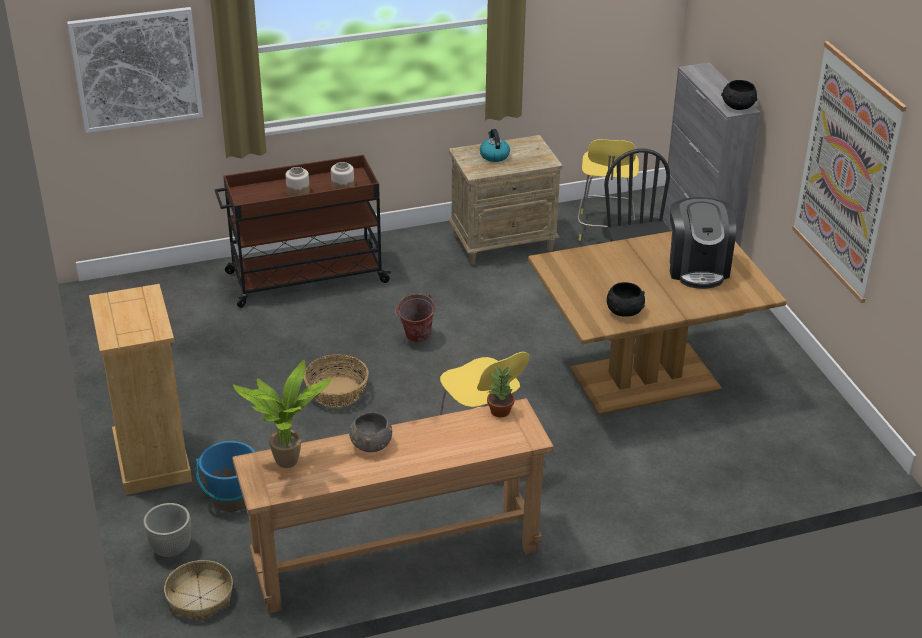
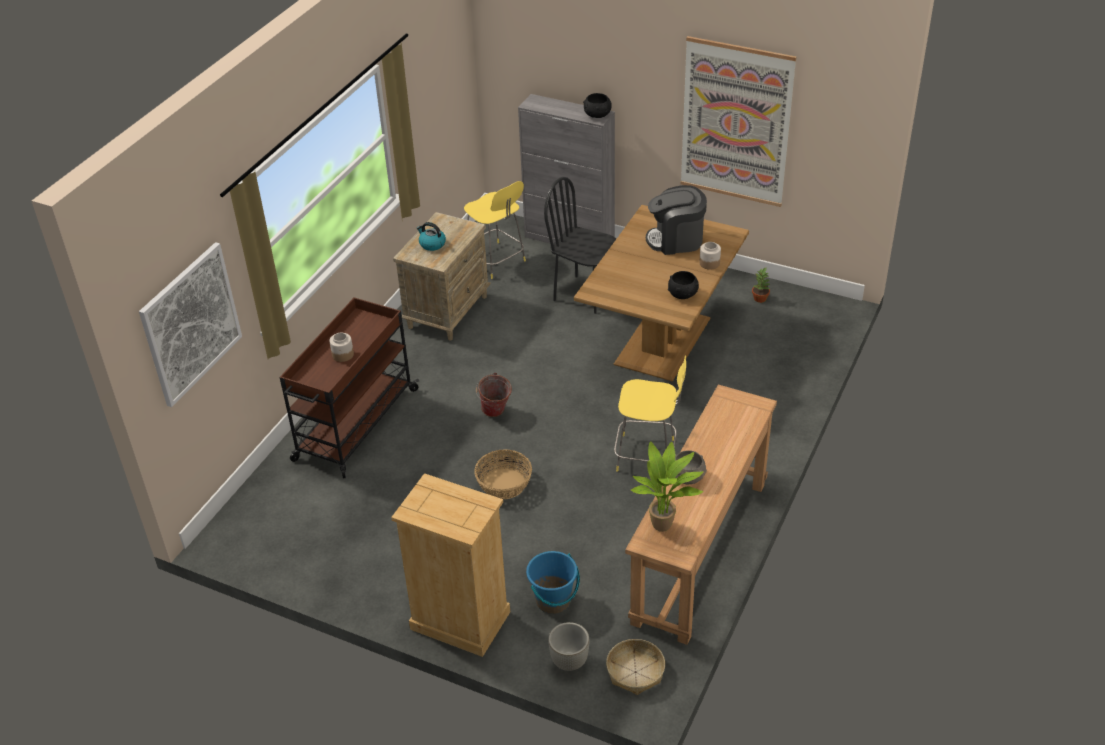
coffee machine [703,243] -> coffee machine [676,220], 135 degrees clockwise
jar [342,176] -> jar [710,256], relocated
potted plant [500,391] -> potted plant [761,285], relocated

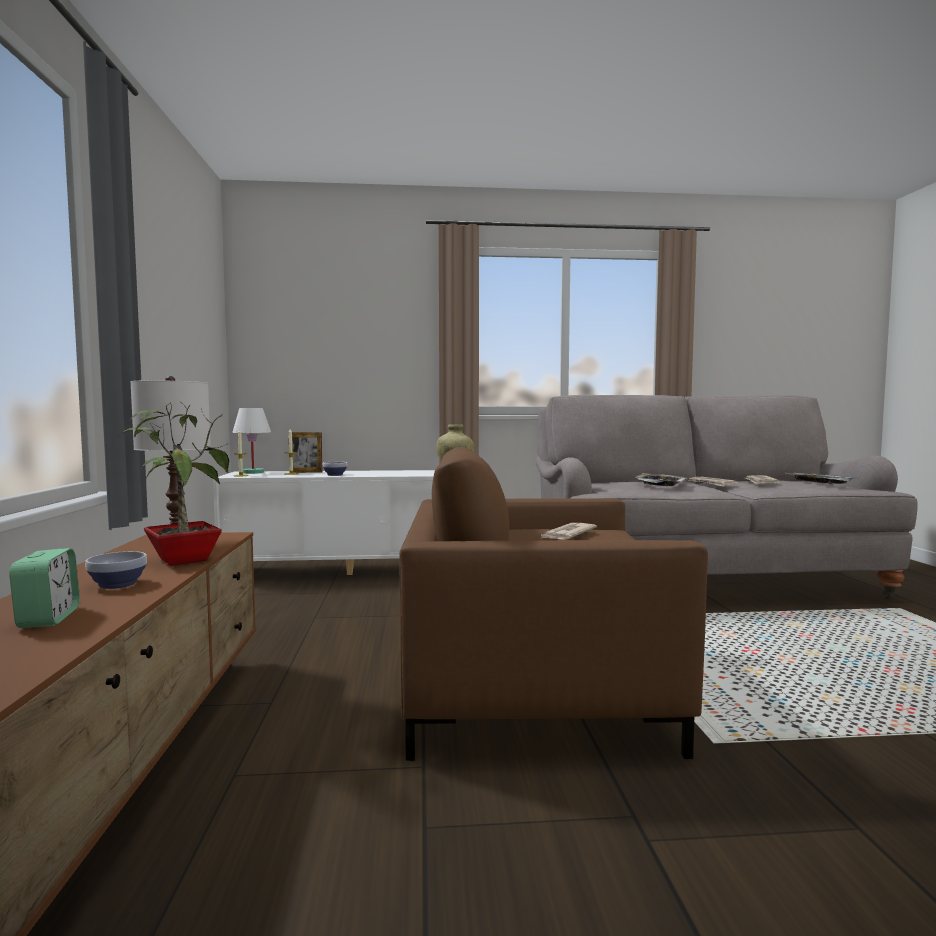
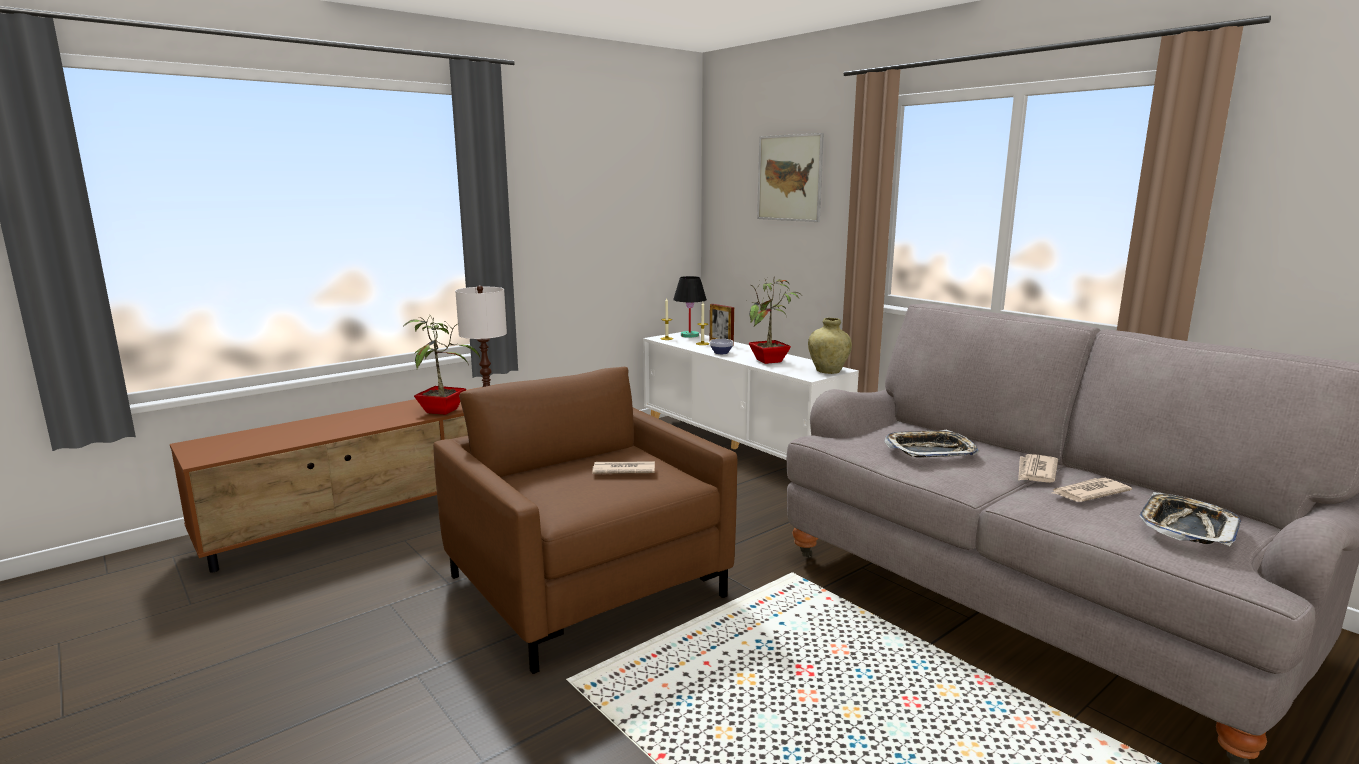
table lamp/white [251,441] -> table lamp/black [690,307]
none -> potted plant [773,320]
none -> picture [790,177]
alarm clock [44,588] -> none
bowl [116,570] -> none

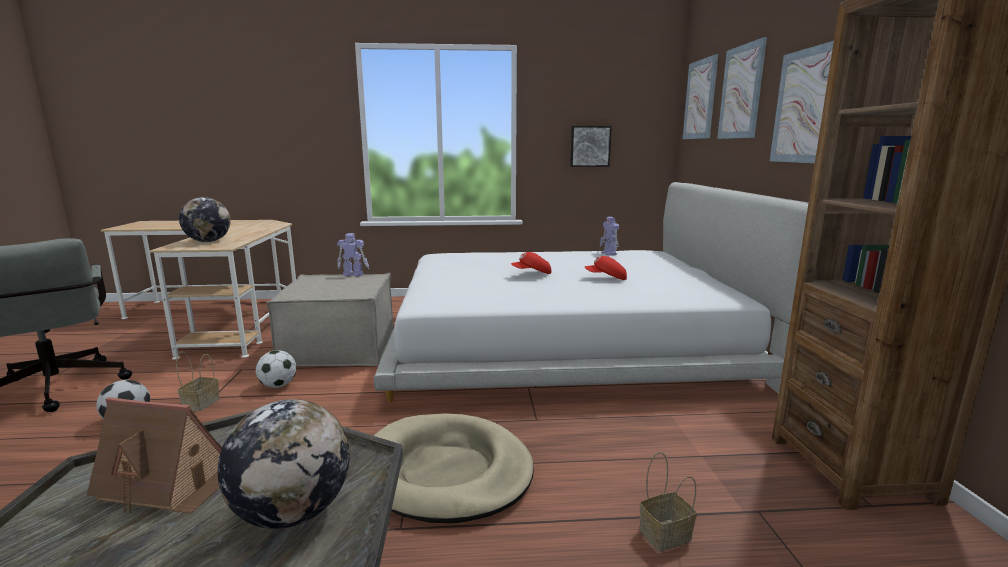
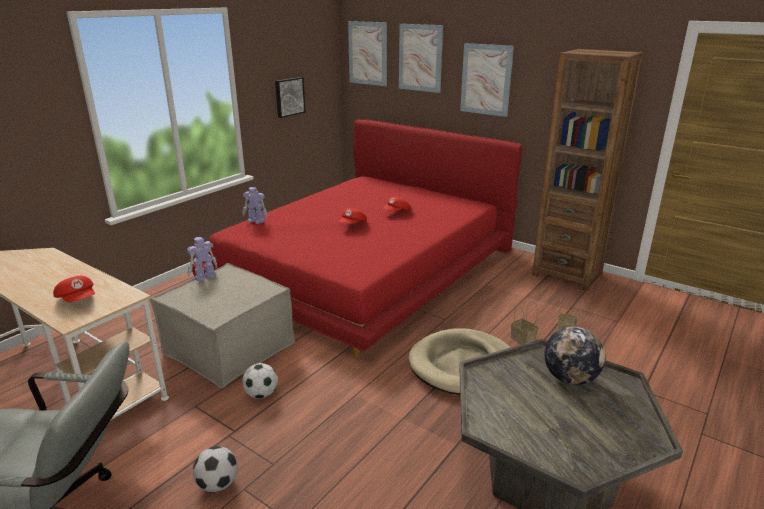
globe [204,219] -> cap/red [74,289]
bed/white [591,292] -> bed/red [357,238]
toy robot [609,236] -> toy robot [254,205], relocated
basket [198,381] -> basket [524,322], relocated
toy house [154,455] -> none

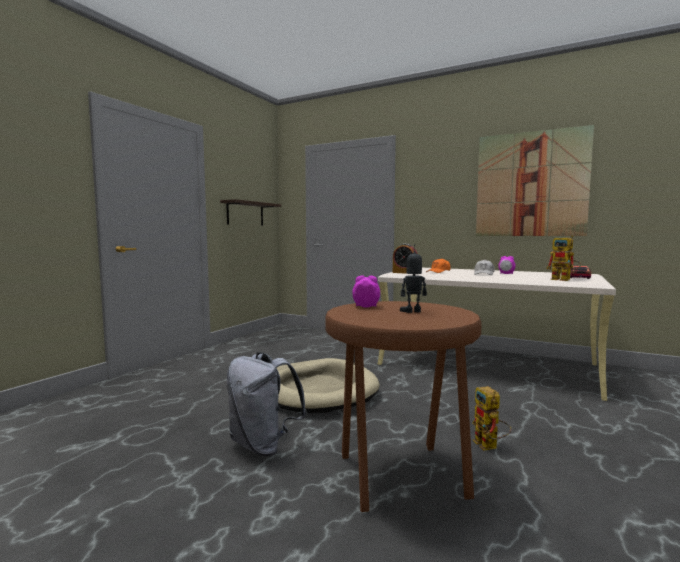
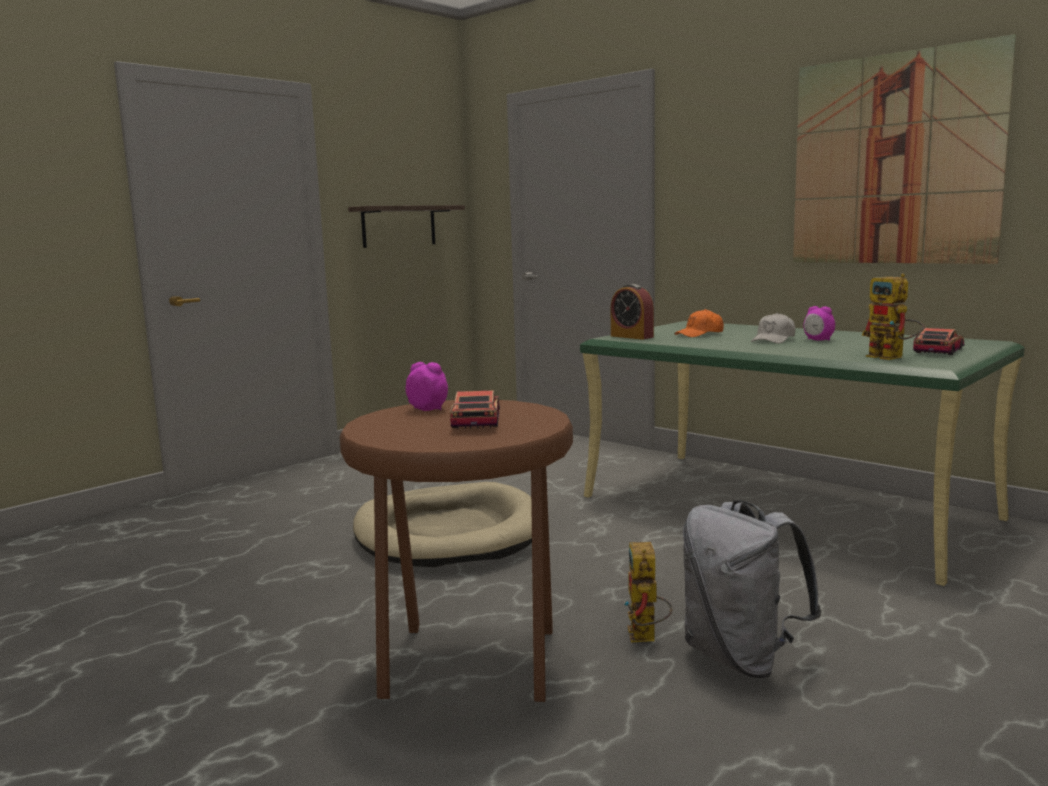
toy robot [413,278] -> toy car [475,409]
desk/beige [497,334] -> desk/green [802,453]
backpack/grey [267,404] -> backpack/grey [752,589], relocated

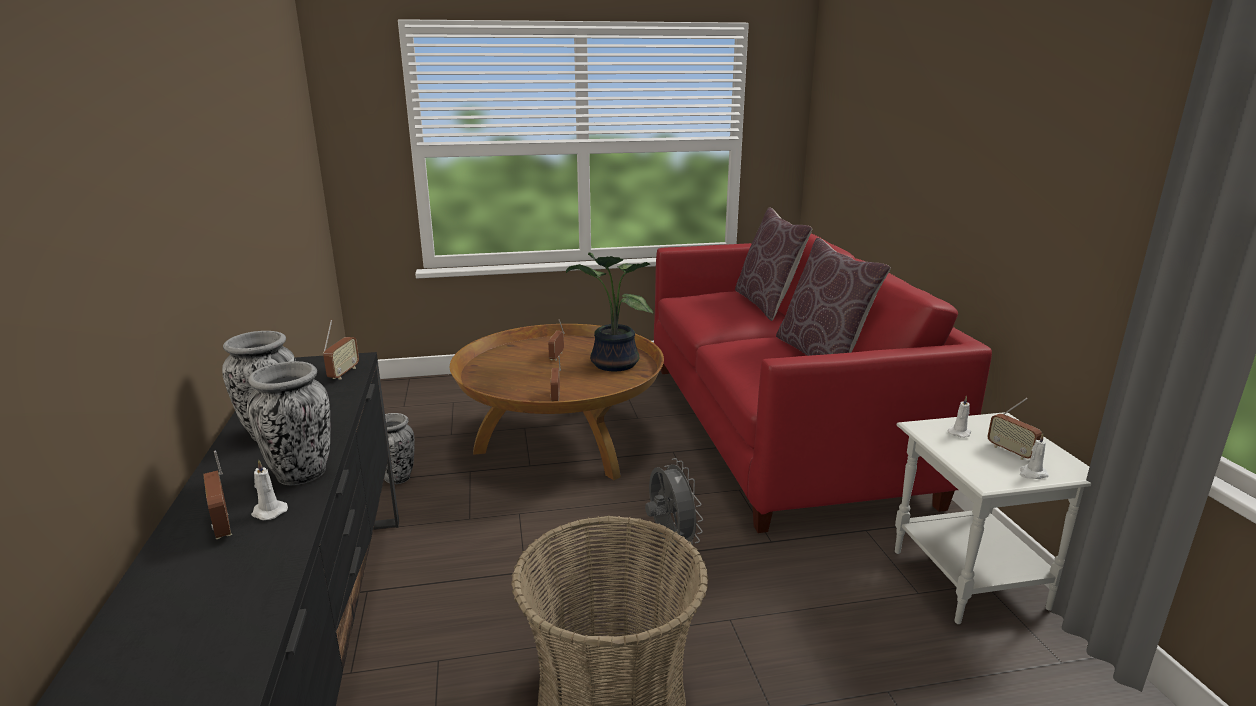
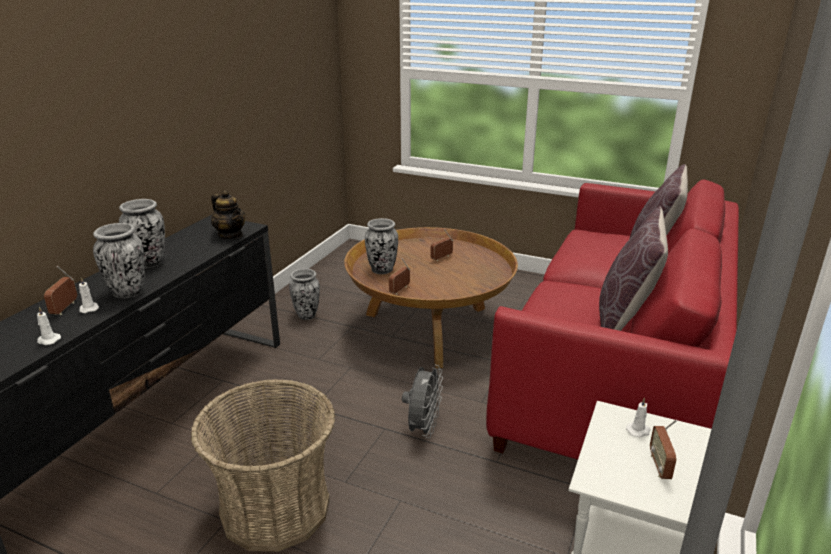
candle/white [1034,456] -> candle/white [49,326], relocated
radio [341,350] -> teapot [228,214]
none -> vase [381,246]
potted plant [609,312] -> none

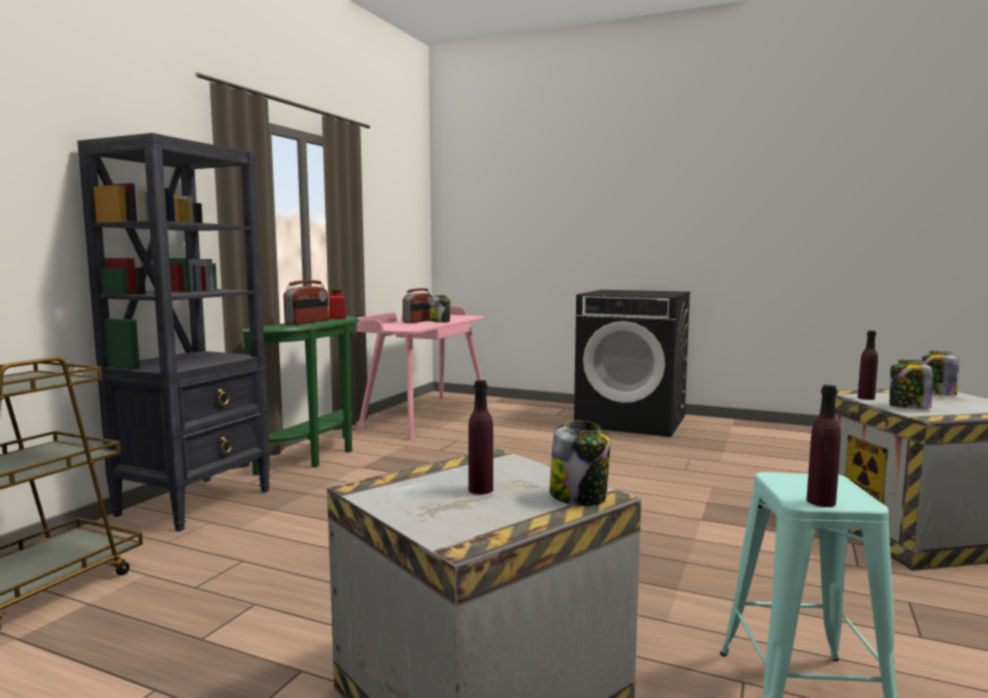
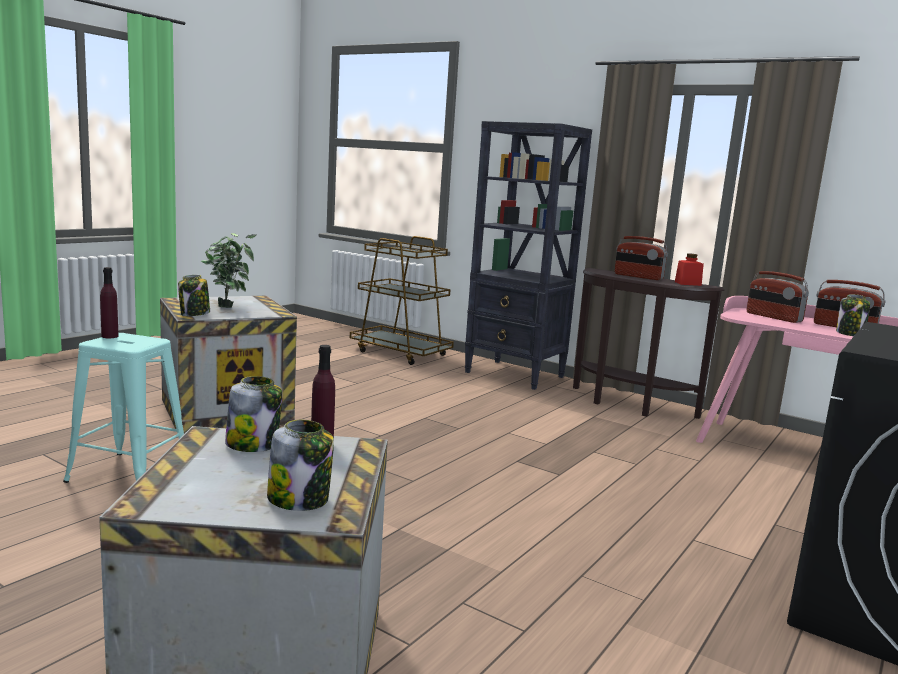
bottle/purple [480,437] -> potted plant [228,270]
console table/green [300,395] -> console table/brown [648,343]
none -> radio [778,297]

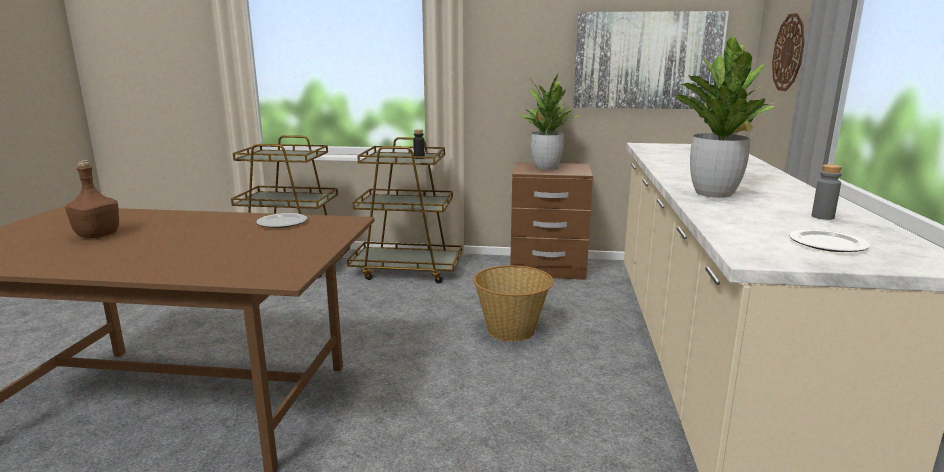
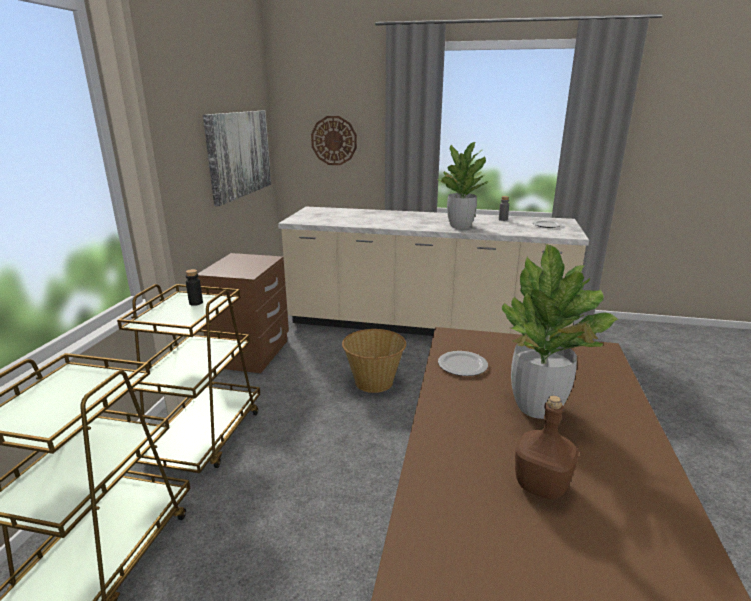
potted plant [549,122] -> potted plant [560,331], relocated

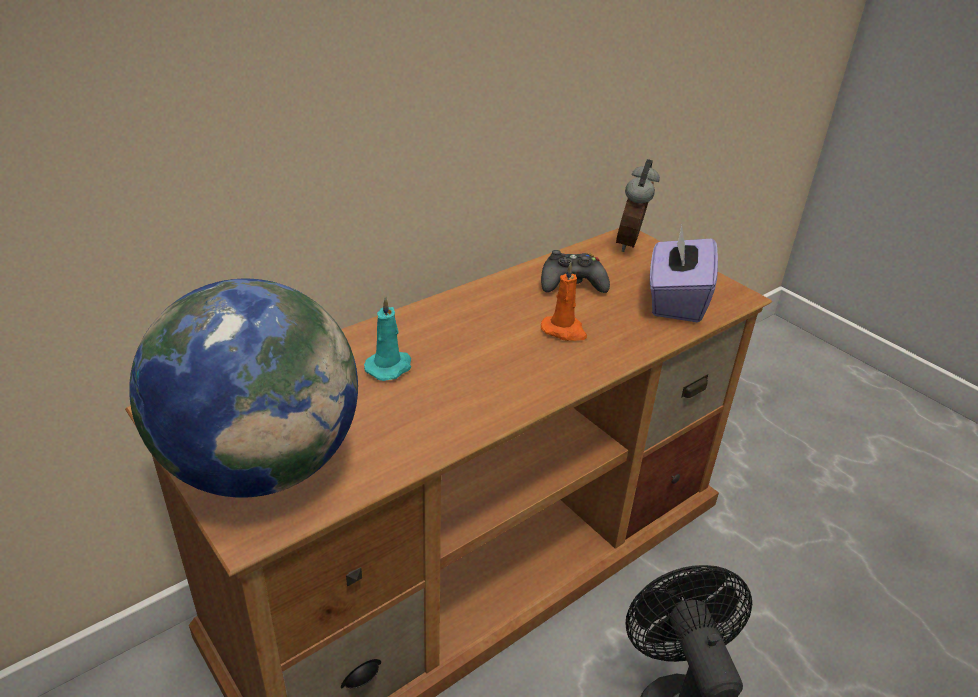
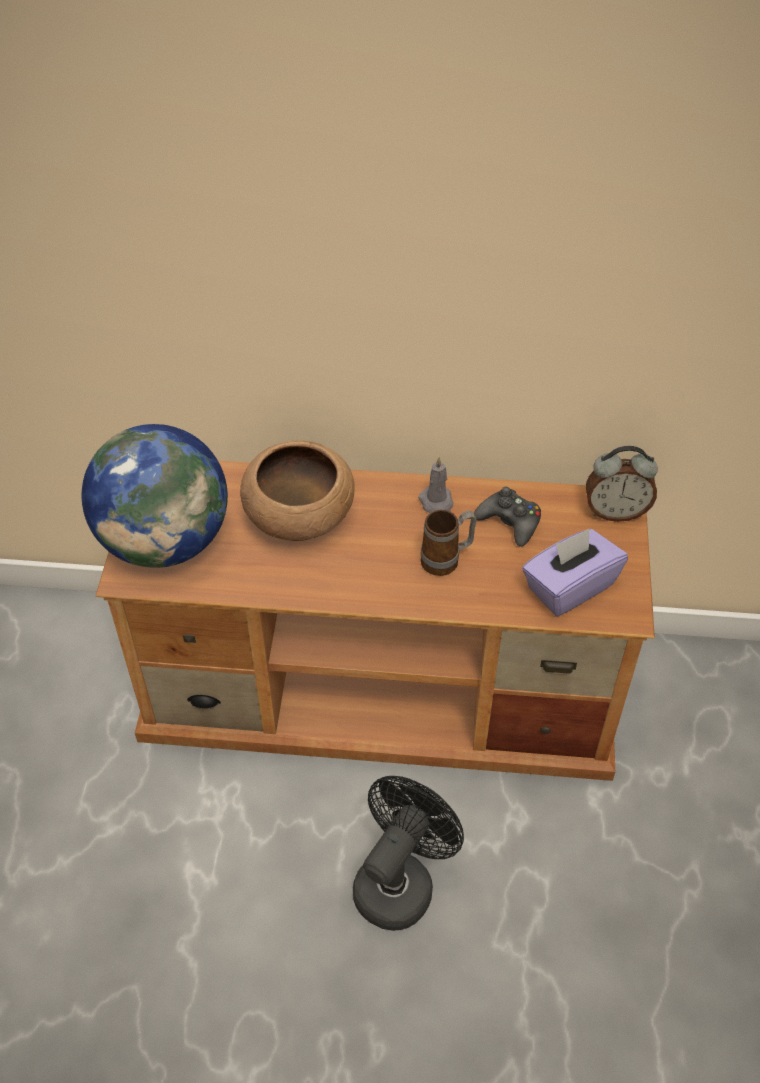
candle/turquoise [387,338] -> bowl/brown [297,490]
none -> candle/grey [435,485]
candle/orange [564,301] -> mug [448,543]
alarm clock [638,205] -> alarm clock [622,484], 150 degrees counterclockwise

